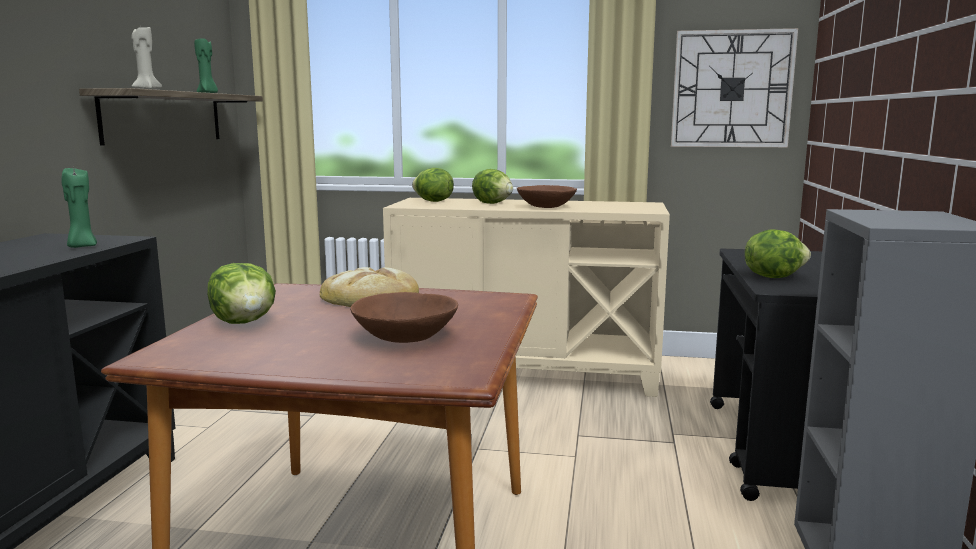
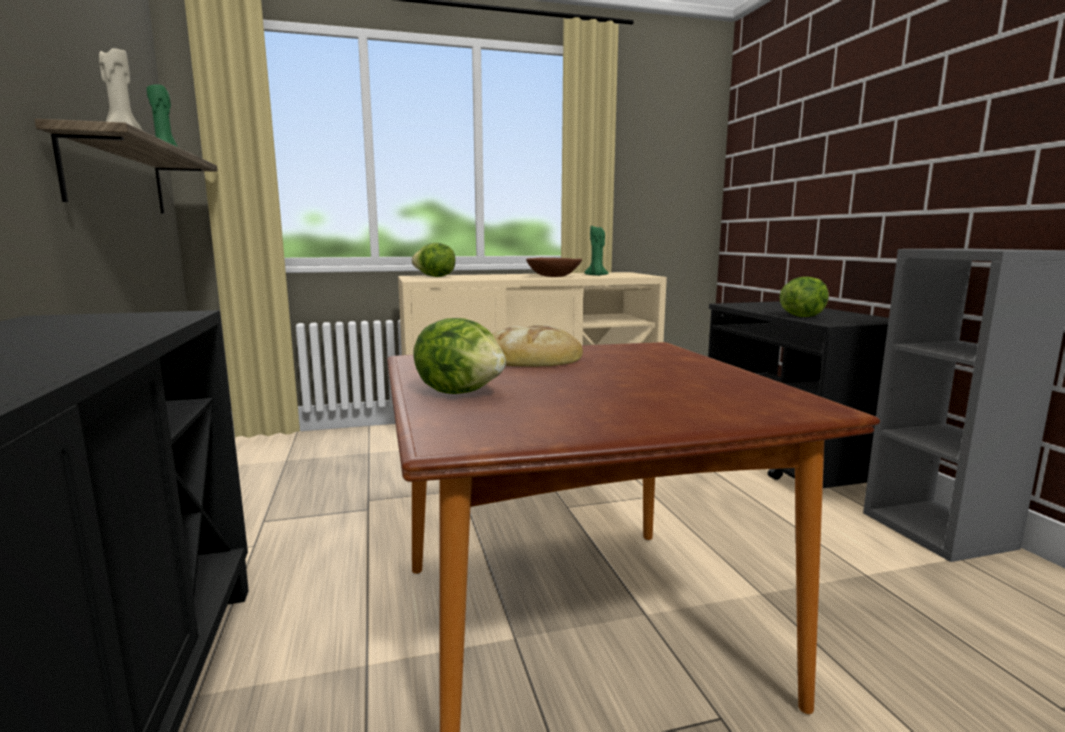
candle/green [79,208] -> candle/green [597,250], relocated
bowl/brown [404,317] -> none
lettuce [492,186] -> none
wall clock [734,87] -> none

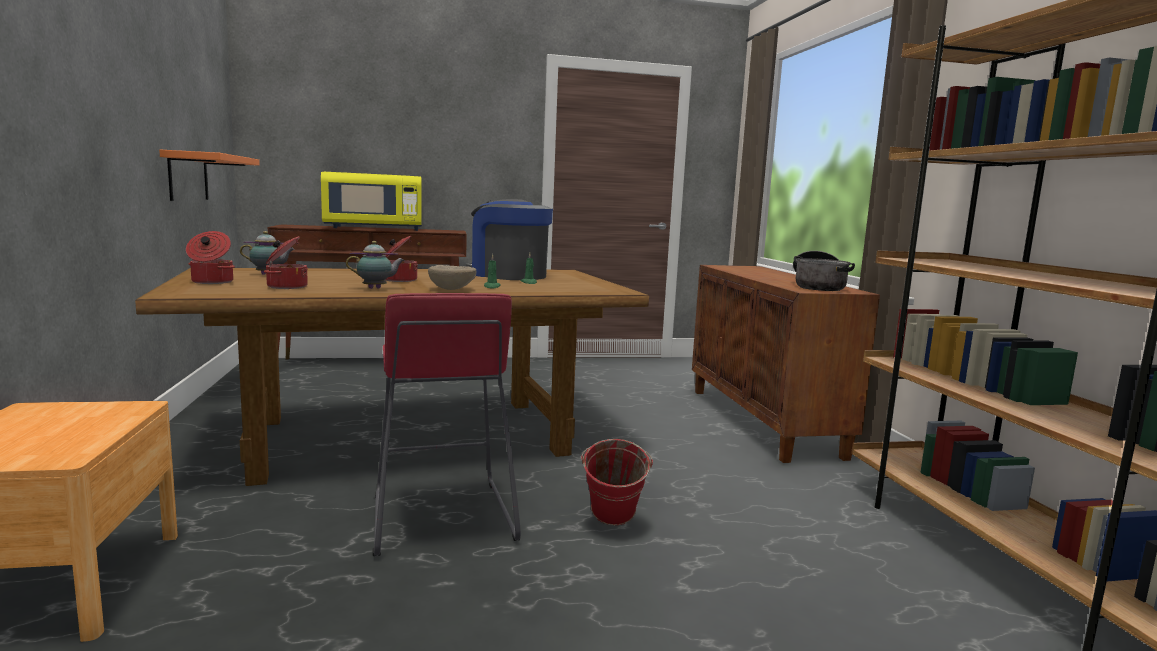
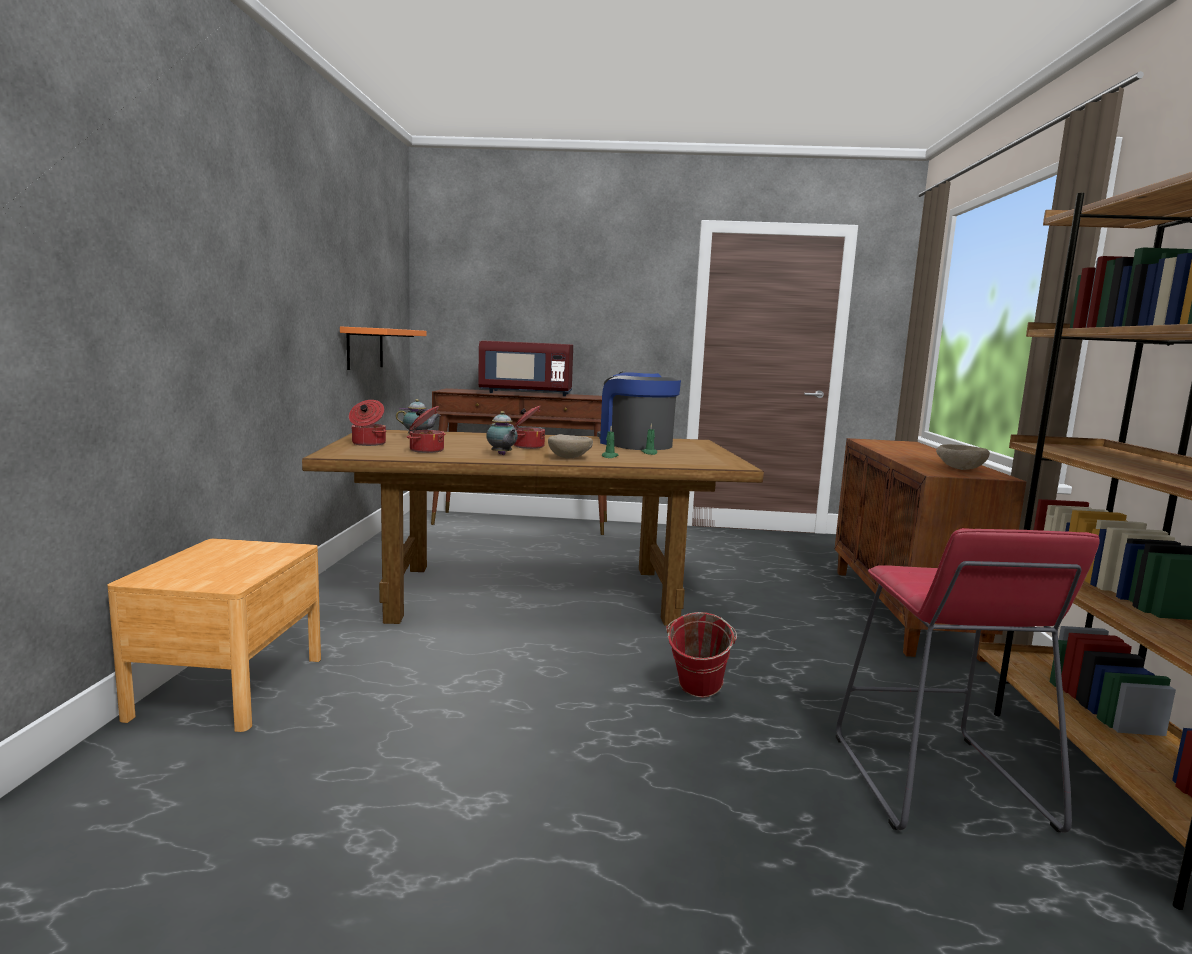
microwave/yellow [371,201] -> microwave/red [525,368]
teapot [375,265] -> teapot [502,433], 60 degrees clockwise
stool/red [447,424] -> stool/red [968,680], relocated
cooking pot [824,271] -> bowl/beige [963,457]

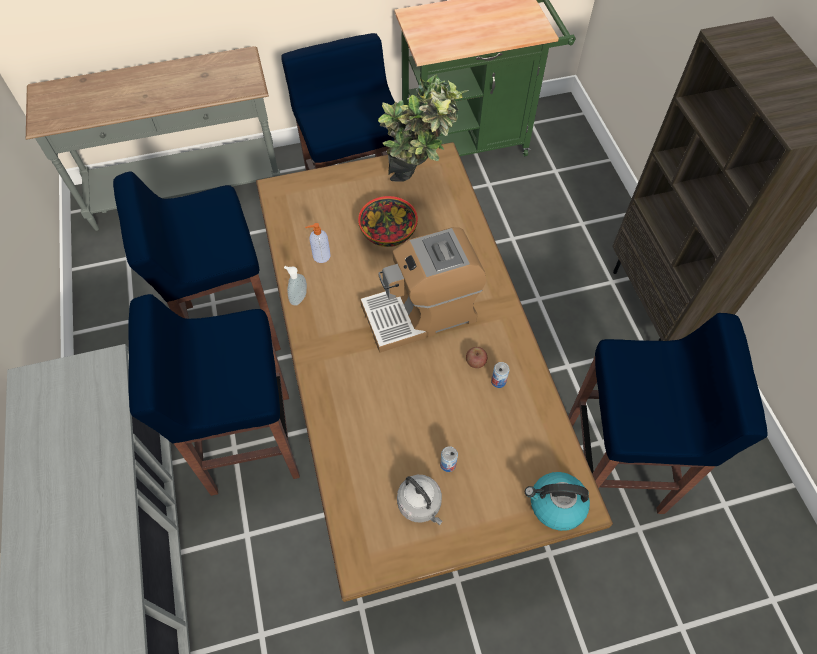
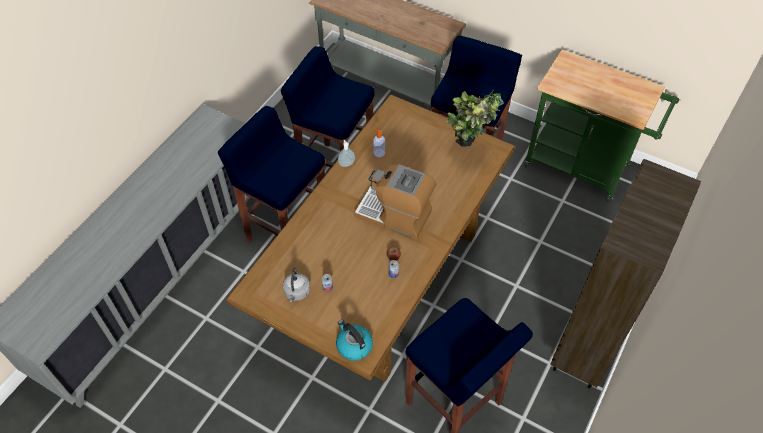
bowl [388,221] -> none

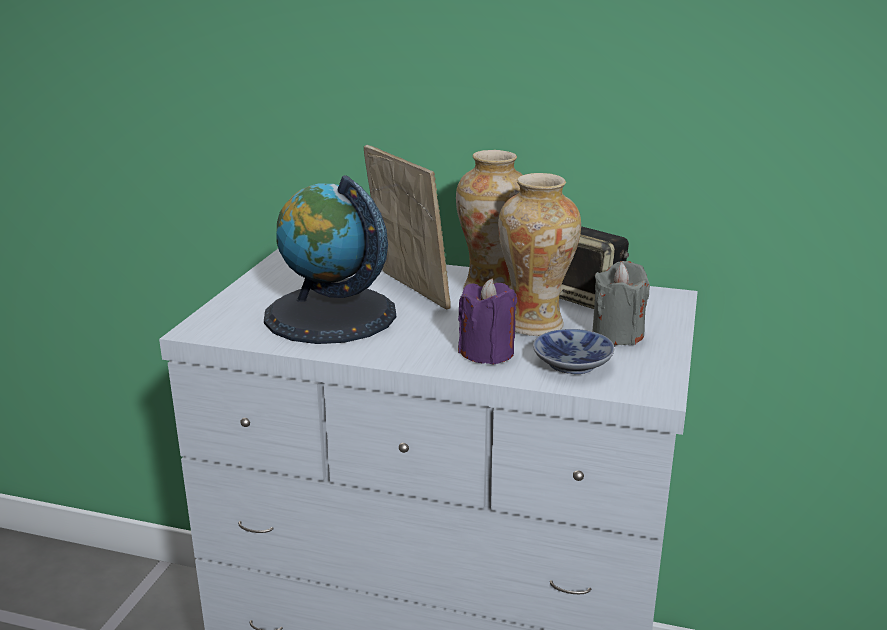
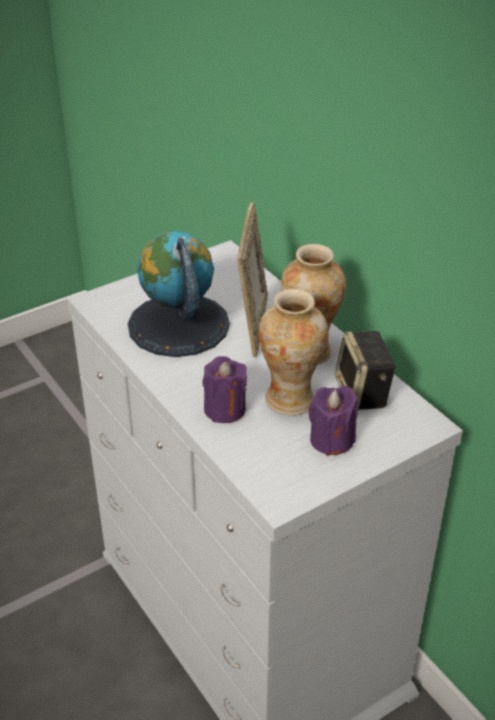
candle/grey [621,303] -> candle/purple [333,421]
bowl [573,351] -> none

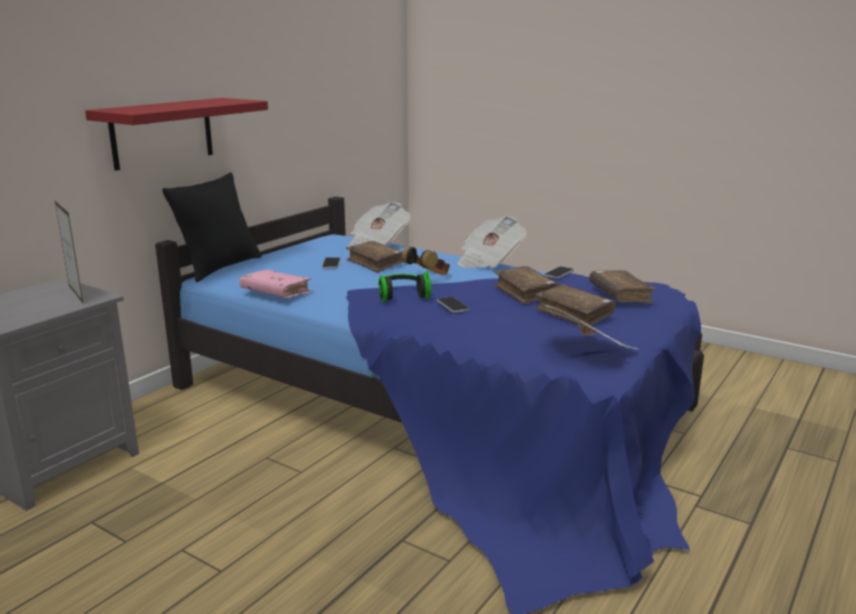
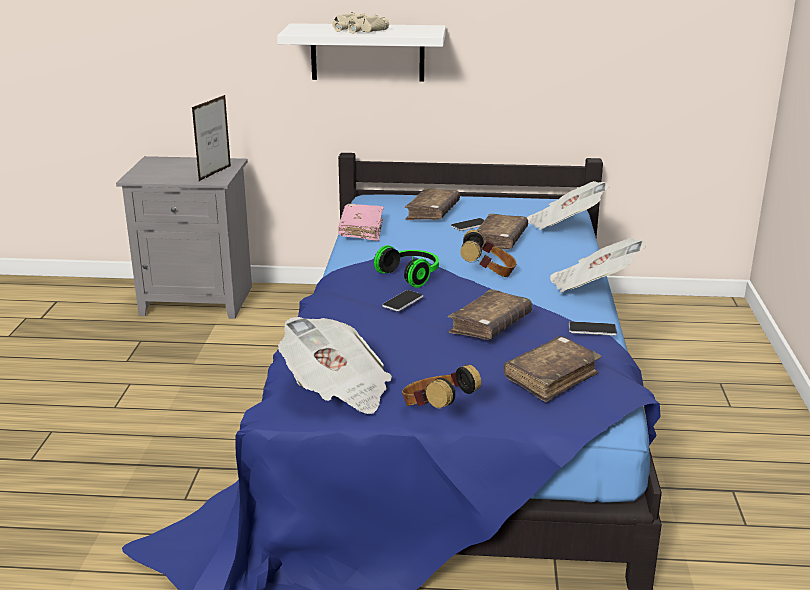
shelf/red [176,134] -> shelf/white [361,52]
none -> binoculars/beige [360,23]
none -> headphones [441,386]
book/brown [575,305] -> book/brown [432,204], relocated
pillow/black [212,227] -> none

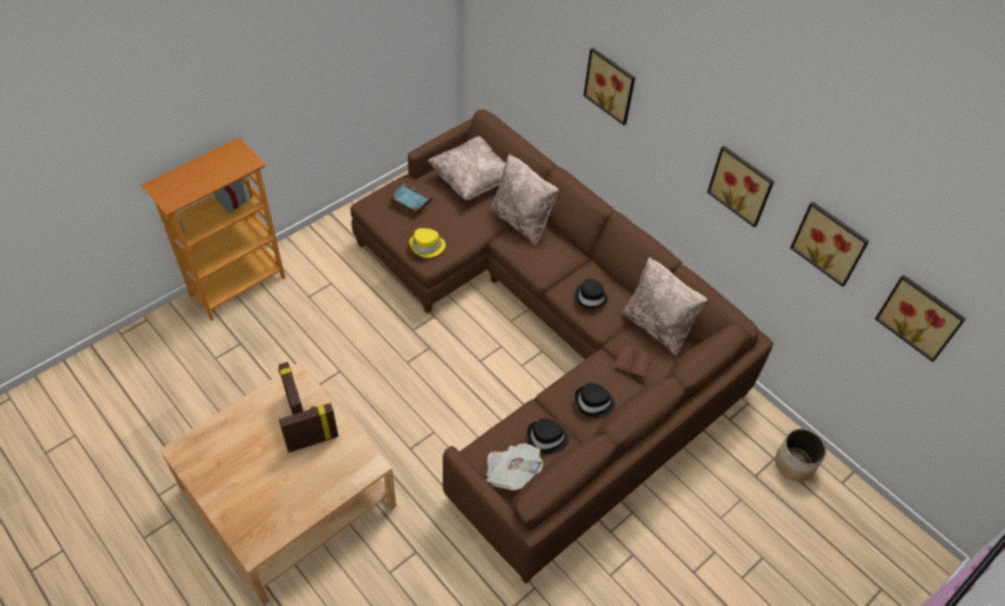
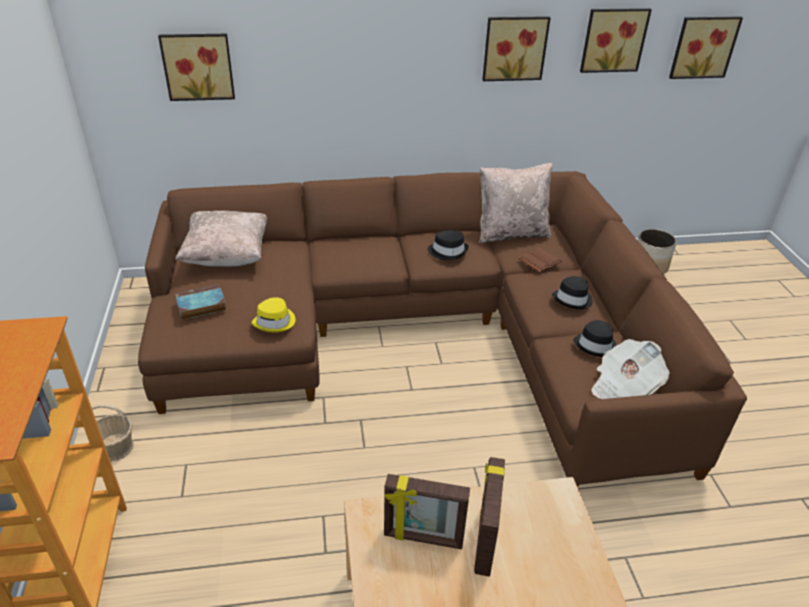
none -> basket [110,433]
picture [609,86] -> picture [196,67], relocated
pillow/beige [524,200] -> none

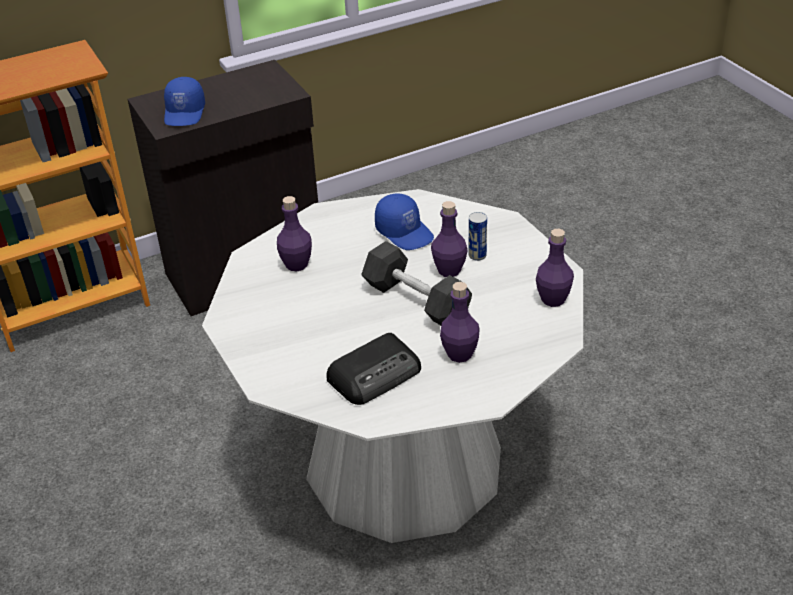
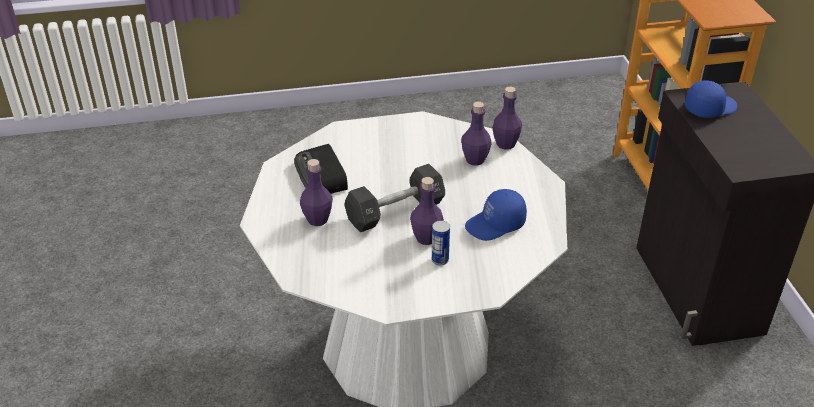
bottle/purple [555,268] -> bottle/purple [507,118], relocated
cap/blue [184,101] -> cap/blue [711,99], 135 degrees clockwise

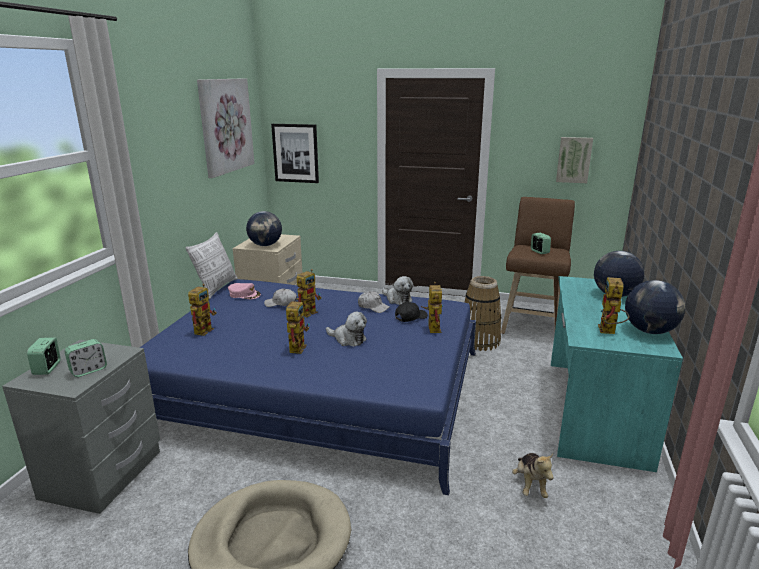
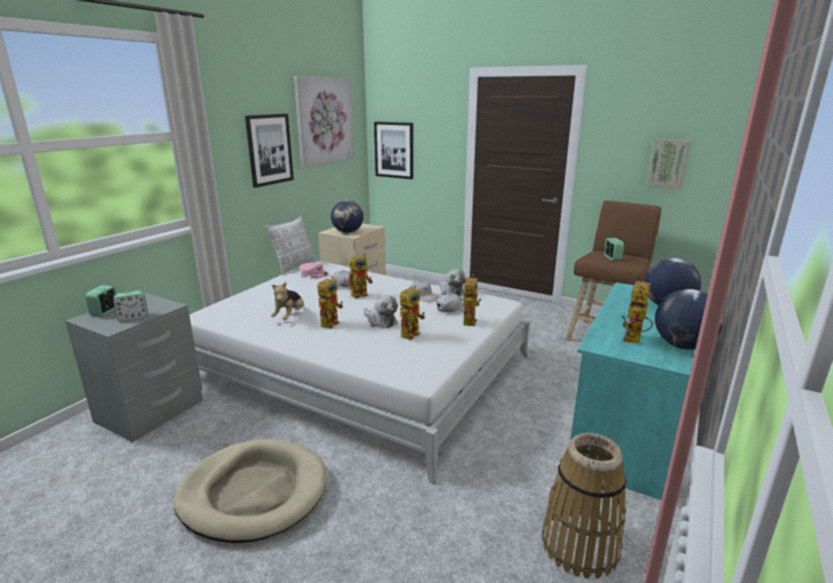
bed/blue [308,387] -> bed/white [359,372]
none -> picture [269,151]
plush toy [533,475] -> plush toy [287,301], relocated
toy robot [202,310] -> toy robot [412,312], relocated
cap/black [411,312] -> cap/white [451,302]
basket [482,313] -> basket [584,506], relocated

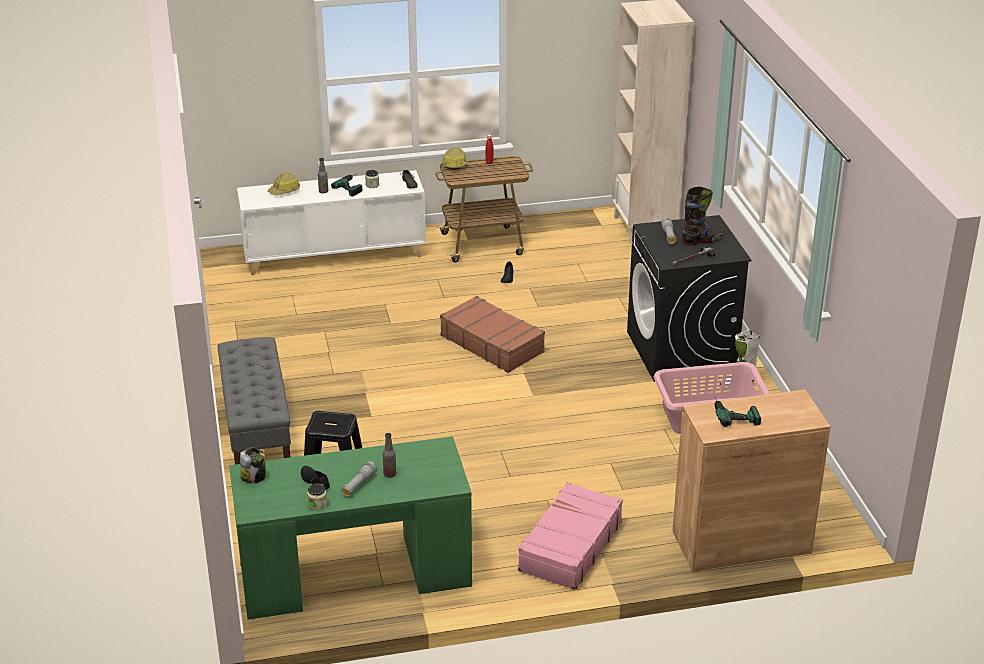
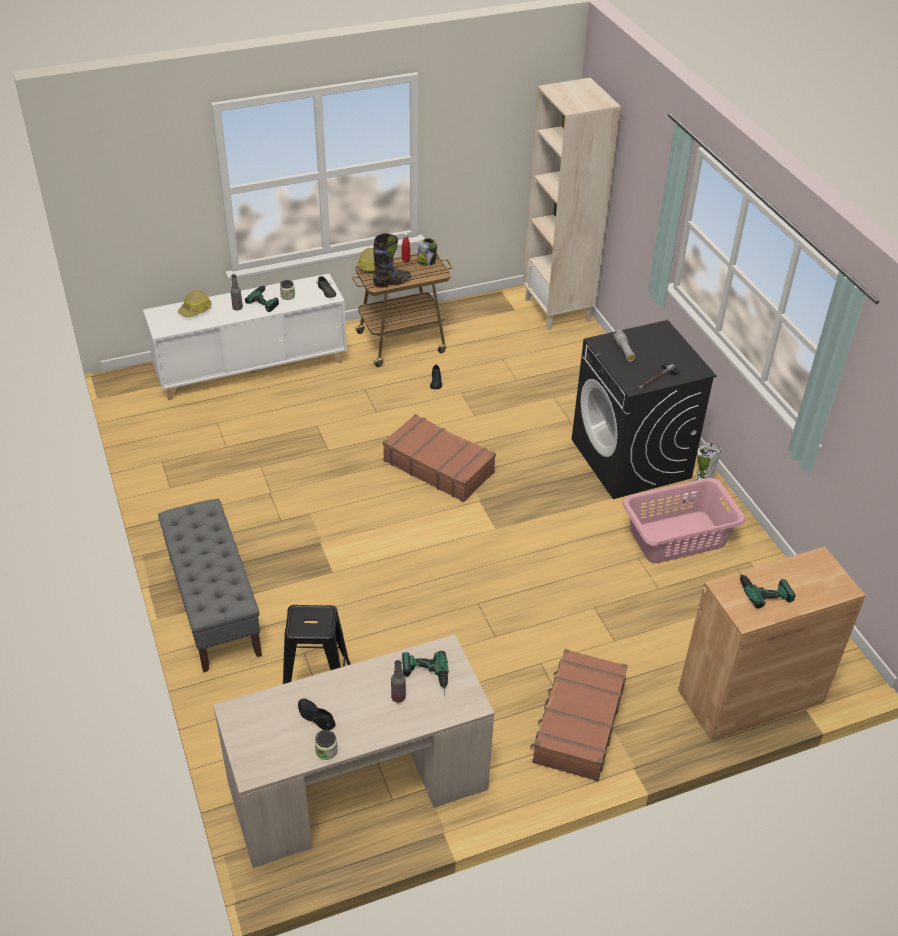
desk/green [350,528] -> desk/beige [353,751]
boot/black [702,215] -> boot/black [392,260], relocated
none -> power drill [425,673]
jar [253,465] -> jar [427,252], relocated
suitcase/pink [570,536] -> suitcase/brown [579,715]
flashlight/grey [359,479] -> none

